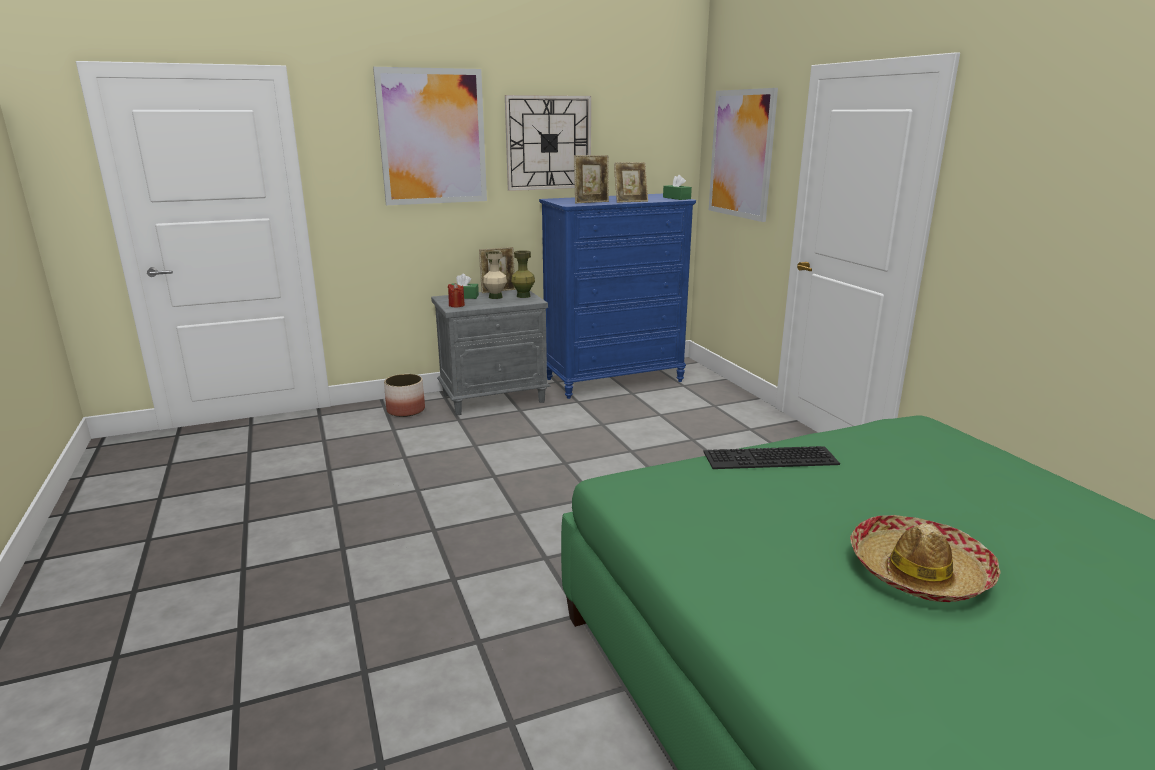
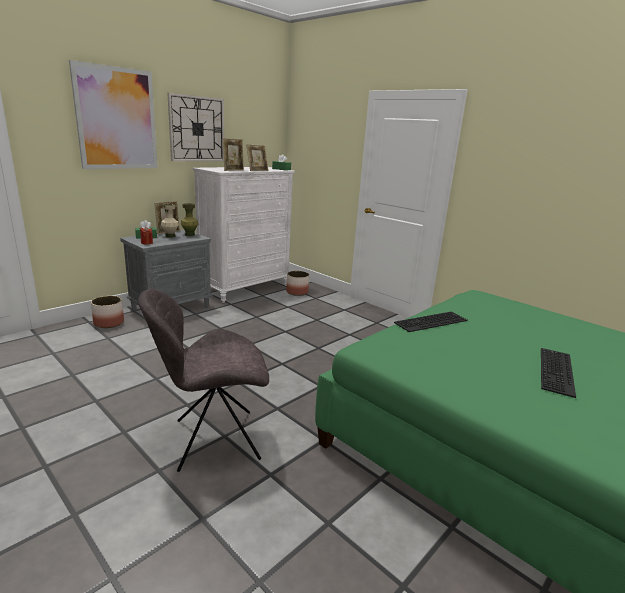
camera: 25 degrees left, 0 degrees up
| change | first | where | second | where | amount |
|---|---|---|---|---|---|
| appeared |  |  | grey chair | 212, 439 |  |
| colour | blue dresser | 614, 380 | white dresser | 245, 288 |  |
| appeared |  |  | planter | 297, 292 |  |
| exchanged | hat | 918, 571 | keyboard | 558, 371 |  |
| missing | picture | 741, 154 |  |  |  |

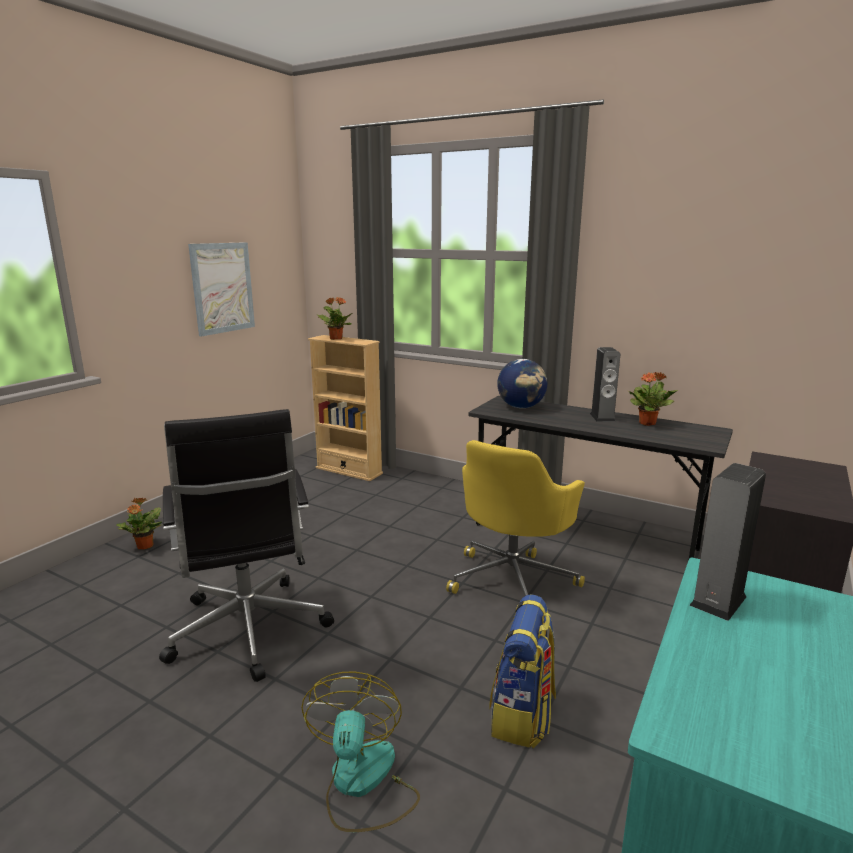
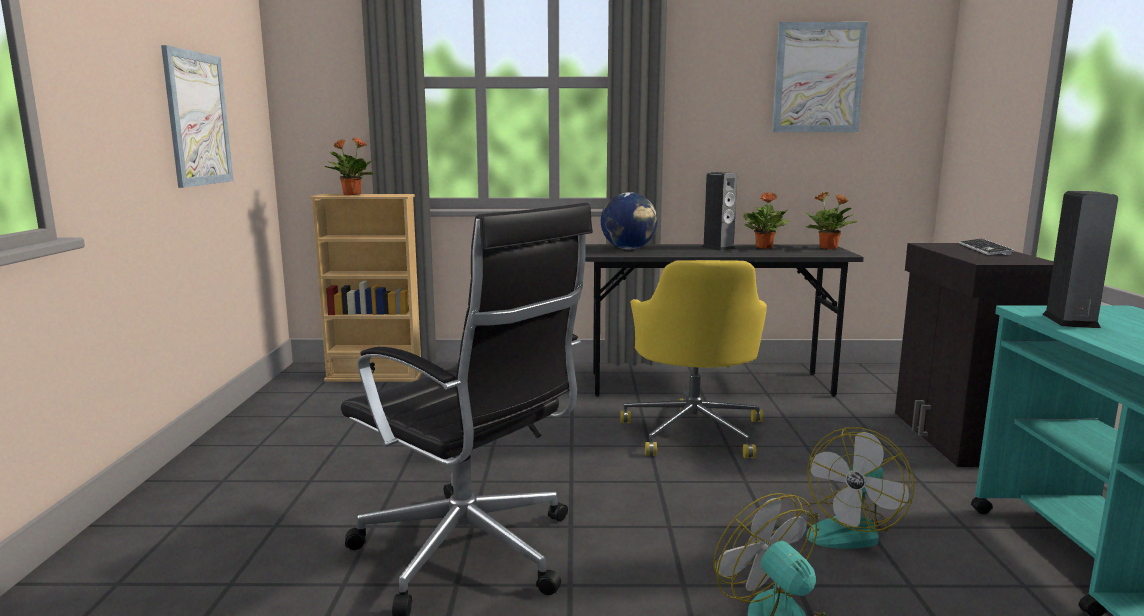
camera: 30 degrees left, 5 degrees down
| change | first | where | second | where | amount |
|---|---|---|---|---|---|
| appeared |  |  | picture | 818, 78 |  |
| exchanged | backpack | 522, 716 | fan | 849, 529 |  |
| relocated | potted plant | 144, 546 |  | 828, 248 |  |
| appeared |  |  | keyboard | 984, 249 |  |

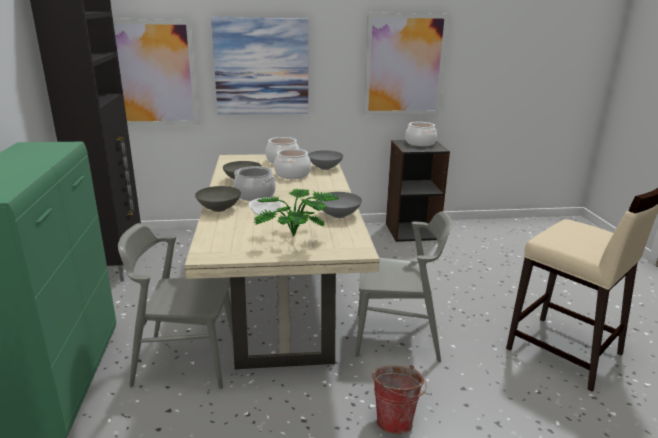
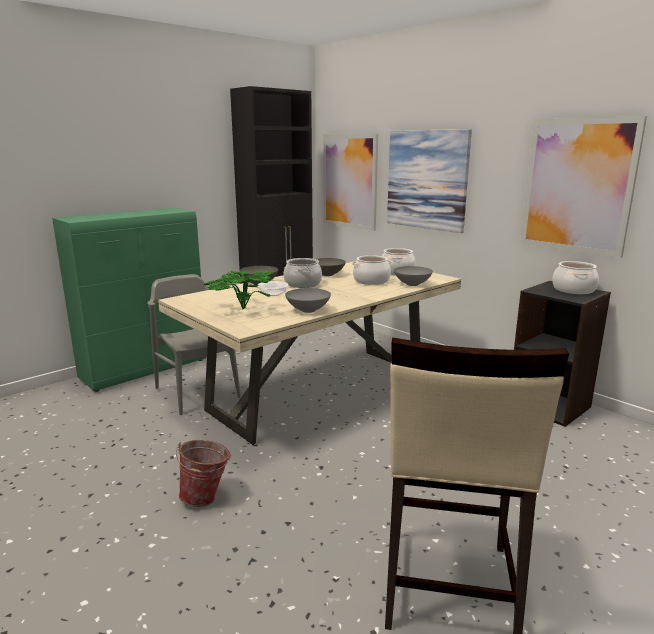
camera: 55 degrees right, 5 degrees down
| change | first | where | second | where | amount |
|---|---|---|---|---|---|
| missing | grey chair | 397, 337 |  |  |  |

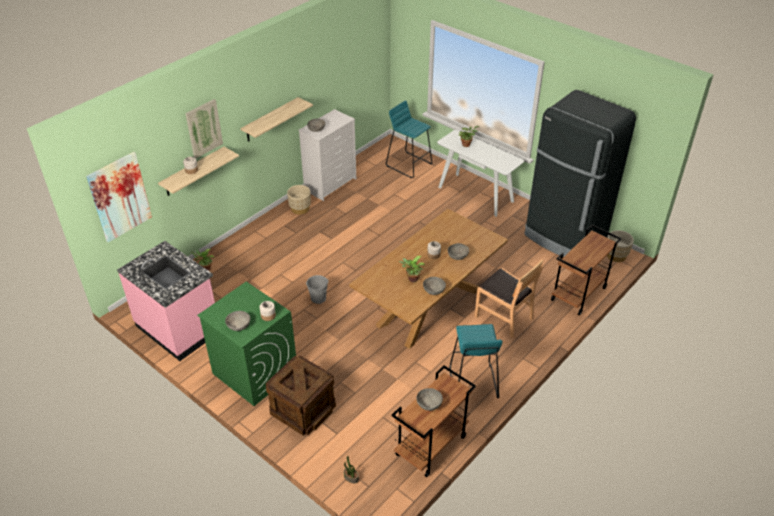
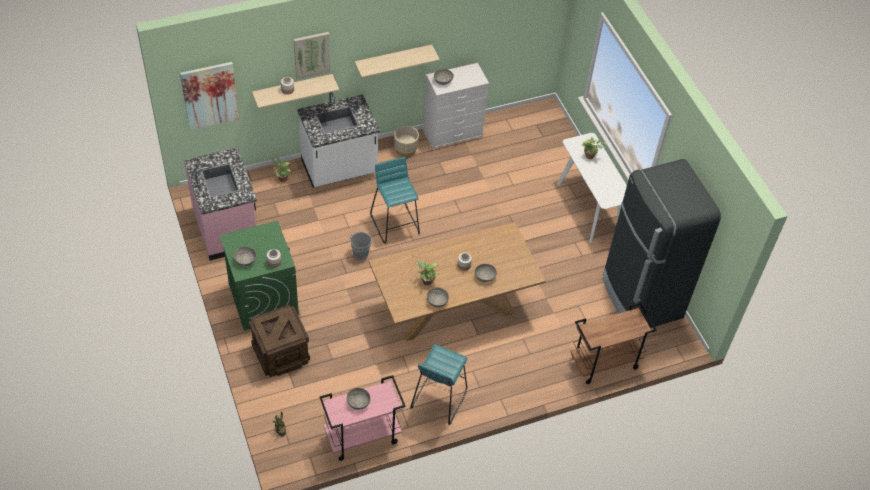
camera: 25 degrees right, 10 degrees up
| change | first | where | second | where | amount |
|---|---|---|---|---|---|
| appeared |  |  | white counter | 339, 169 |  |
| colour | brown cart | 431, 447 | pink cart | 361, 437 |  |
| relocated | turquoise stool | 409, 164 |  | 395, 223 |  |
| missing | brown chair | 504, 317 |  |  |  |
| missing | beige planter | 616, 255 |  |  |  |

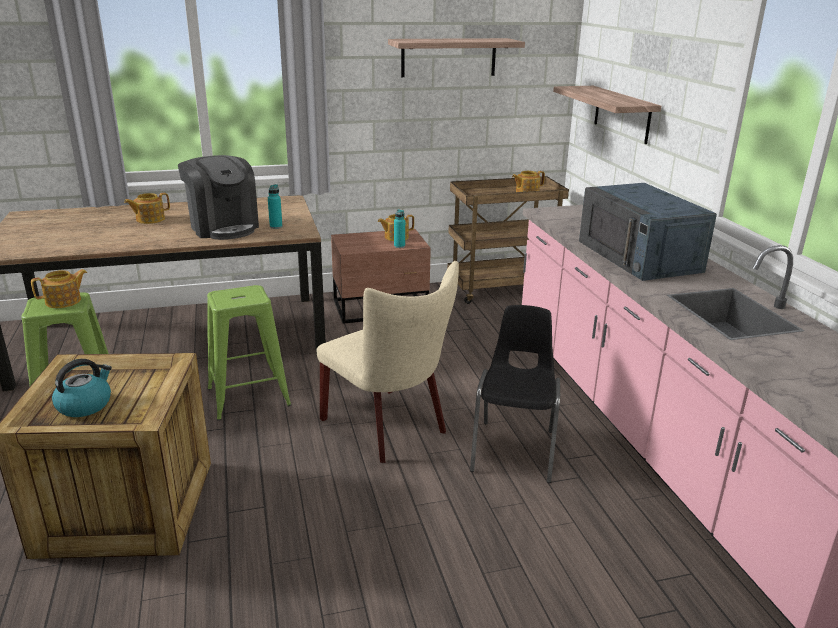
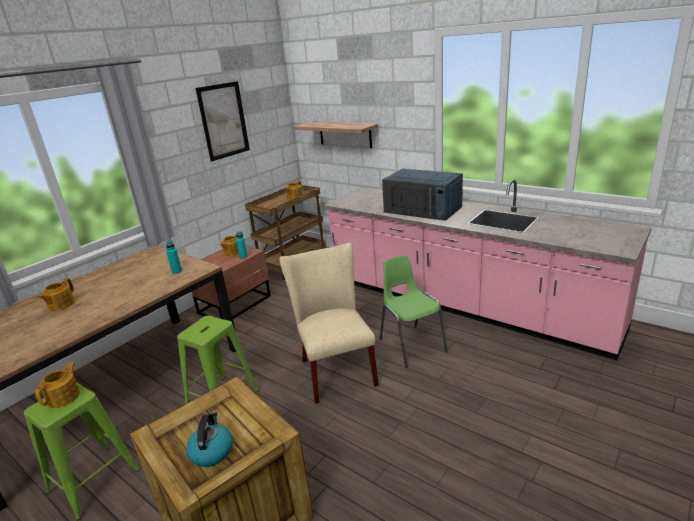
camera: 35 degrees left, 0 degrees up
| change | first | where | second | where | amount |
|---|---|---|---|---|---|
| exchanged | shelf | 448, 57 | picture | 223, 121 |  |
| spun | beige chair | 389, 428 |  | 335, 369 | 120 degrees counterclockwise |
| colour | black chair | 514, 450 | green chair | 411, 345 |  |
| missing | coffee machine | 223, 227 |  |  |  |

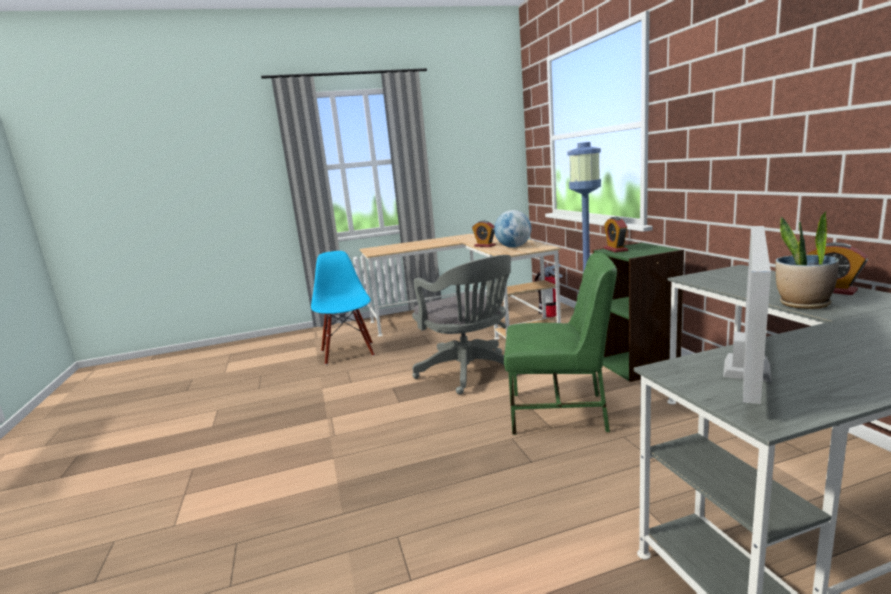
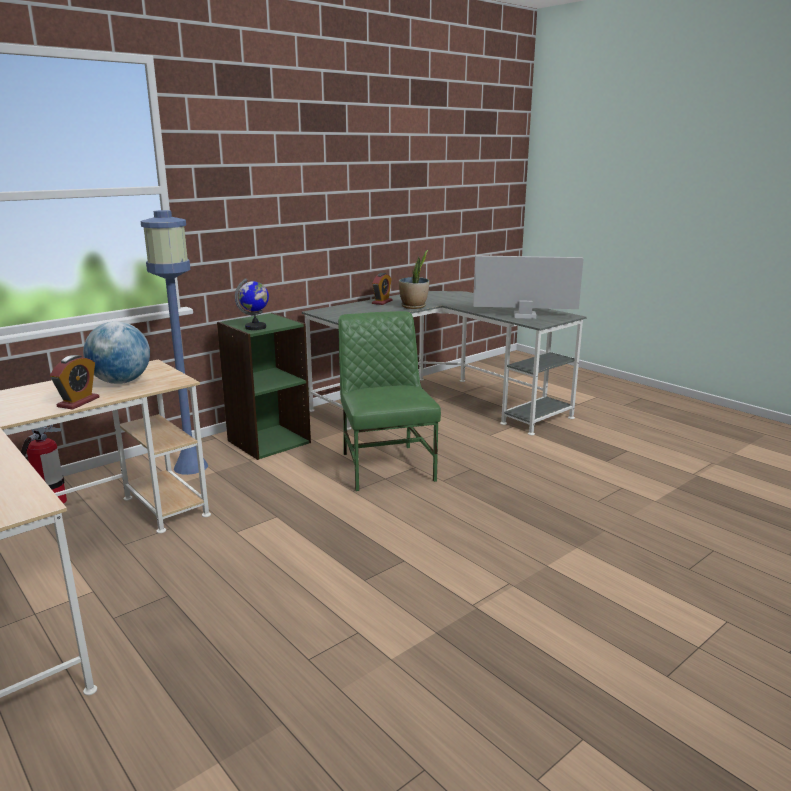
camera: 115 degrees left, 5 degrees up
| change | first | where | second | where | amount |
|---|---|---|---|---|---|
| exchanged | alarm clock | 615, 249 | globe | 256, 327 |  |
| missing | blue chair | 348, 353 |  |  |  |
| missing | grey office chair | 470, 372 |  |  |  |

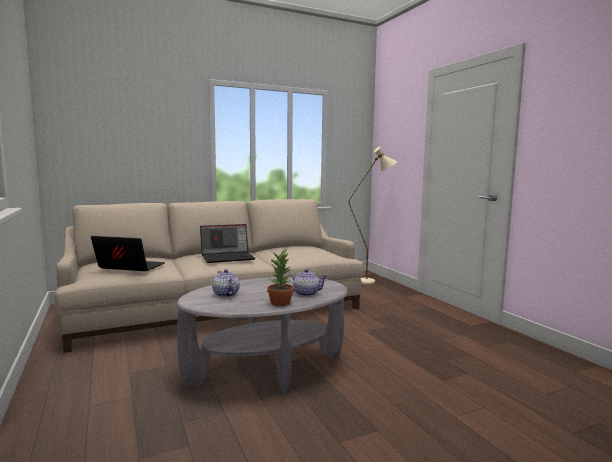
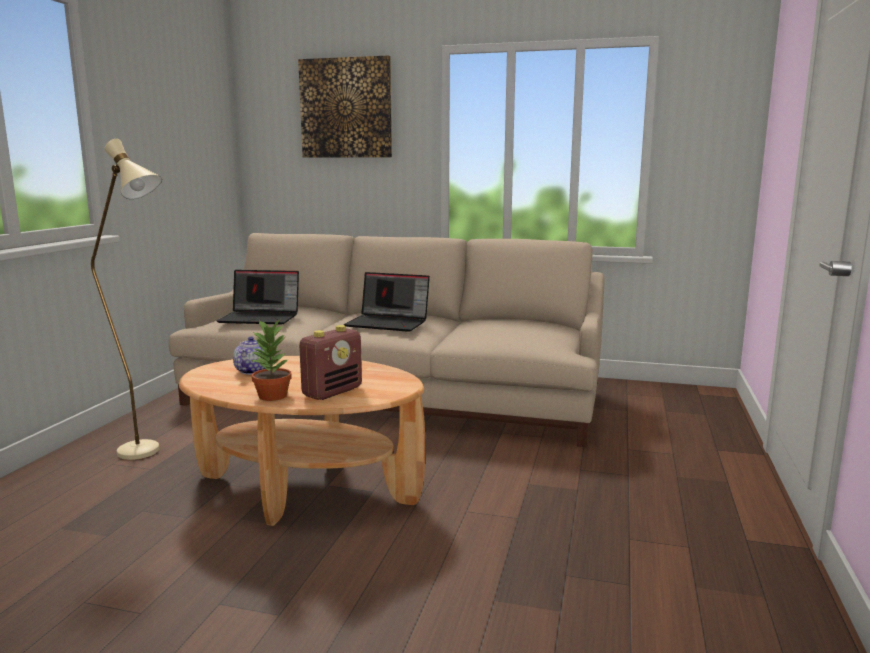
camera: 40 degrees right, 5 degrees up
| change | first | where | second | where | amount |
|---|---|---|---|---|---|
| relocated | beige floor lamp | 372, 281 |  | 149, 454 |  |
| colour | grey coffee table | 267, 370 | brown coffee table | 305, 489 |  |
| spun | laptop | 129, 267 |  | 261, 318 | 135 degrees clockwise |
| appeared |  |  | picture | 346, 108 |  |
| exchanged | teapot | 305, 293 | radio | 332, 392 |  |

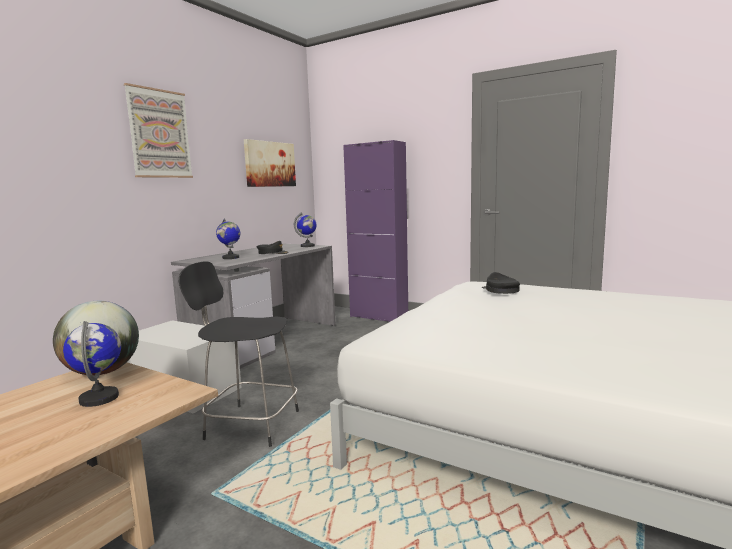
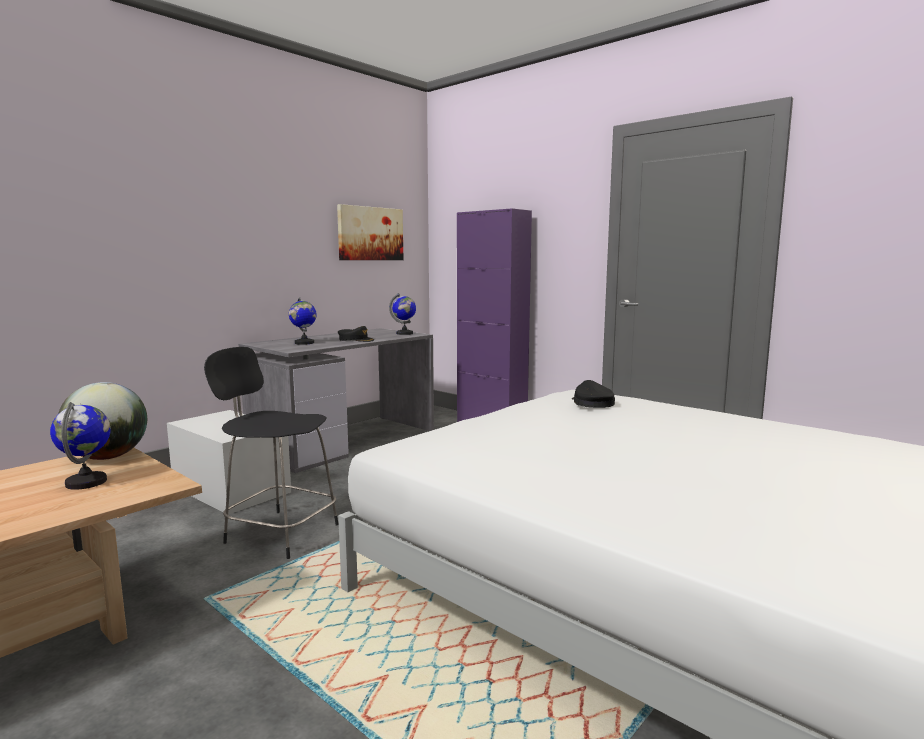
camera: 10 degrees right, 0 degrees up
| change | first | where | second | where | amount |
|---|---|---|---|---|---|
| missing | picture | 159, 134 |  |  |  |

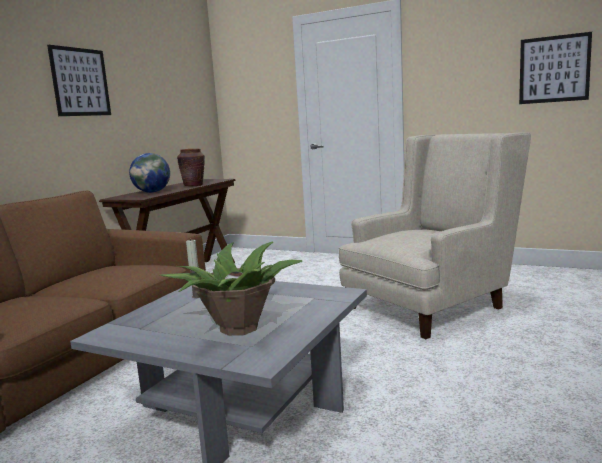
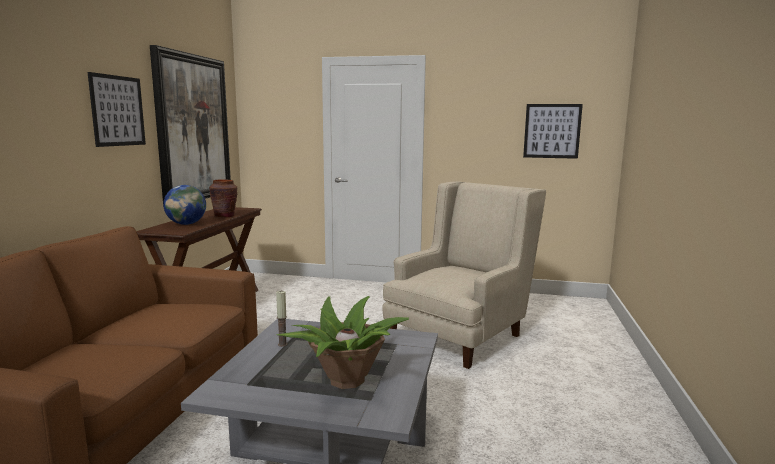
camera: 15 degrees left, 0 degrees up
| change | first | where | second | where | amount |
|---|---|---|---|---|---|
| appeared |  |  | picture | 193, 128 |  |

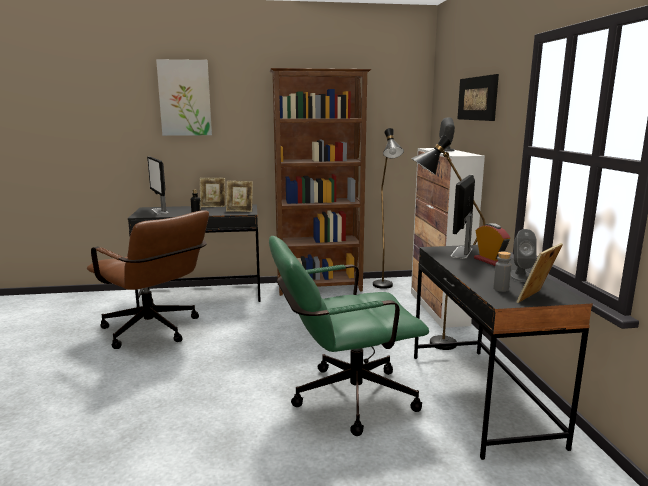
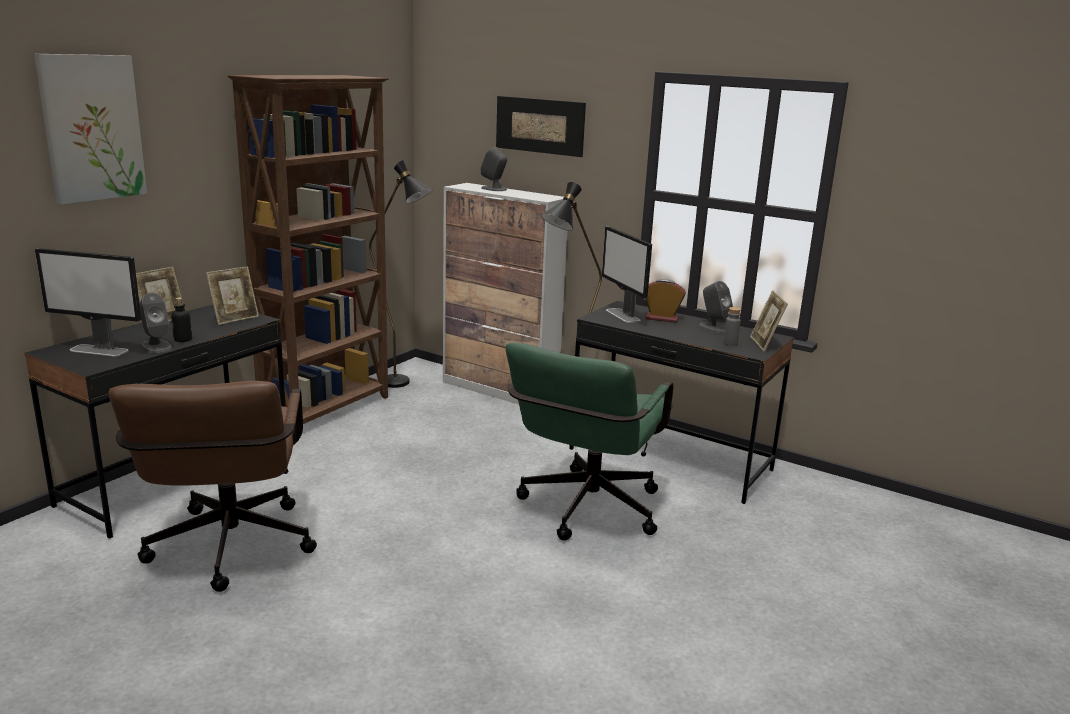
camera: 50 degrees left, 5 degrees up
| change | first | where | second | where | amount |
|---|---|---|---|---|---|
| spun | brown office chair | 155, 332 |  | 229, 553 | 90 degrees clockwise |
| appeared |  |  | grey speaker | 156, 346 |  |

